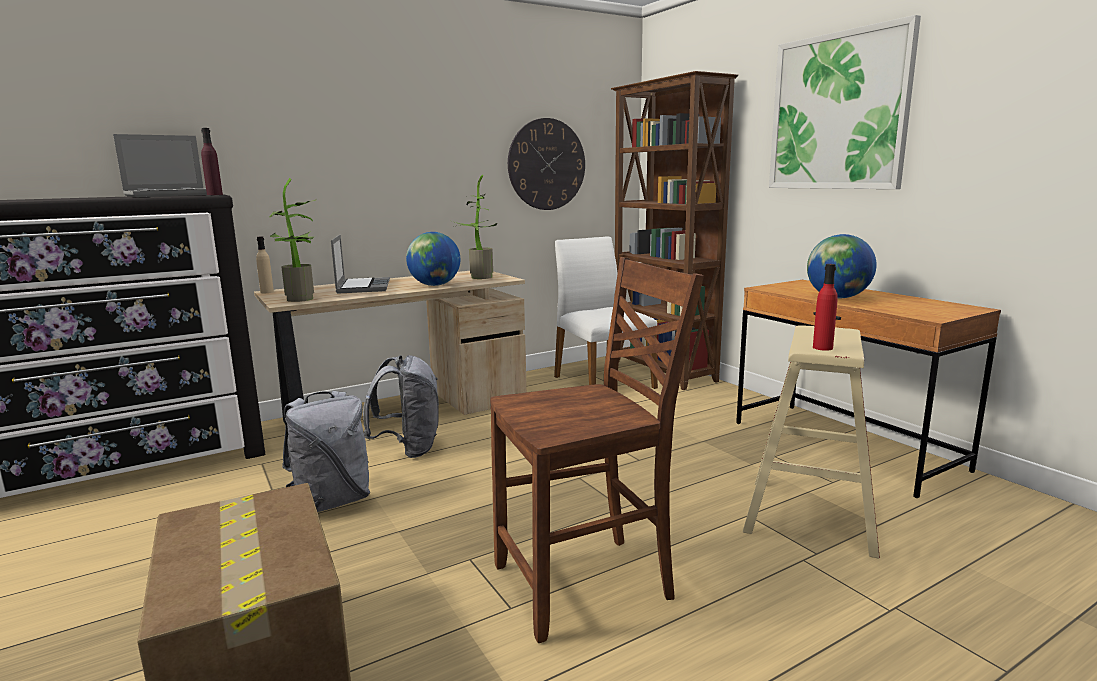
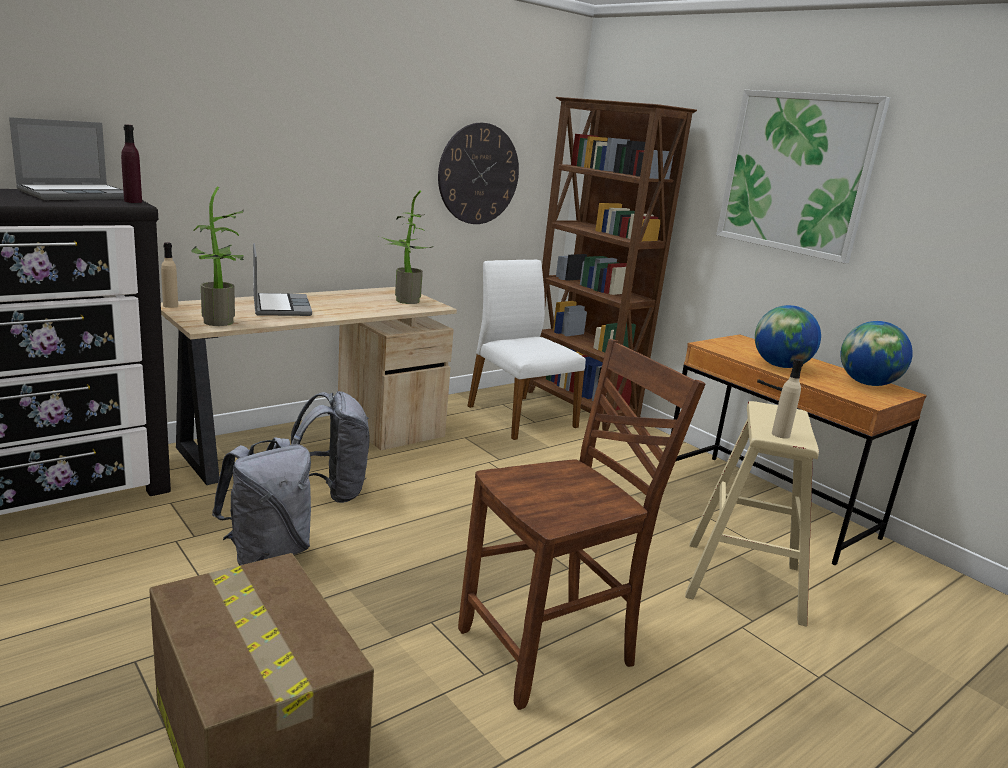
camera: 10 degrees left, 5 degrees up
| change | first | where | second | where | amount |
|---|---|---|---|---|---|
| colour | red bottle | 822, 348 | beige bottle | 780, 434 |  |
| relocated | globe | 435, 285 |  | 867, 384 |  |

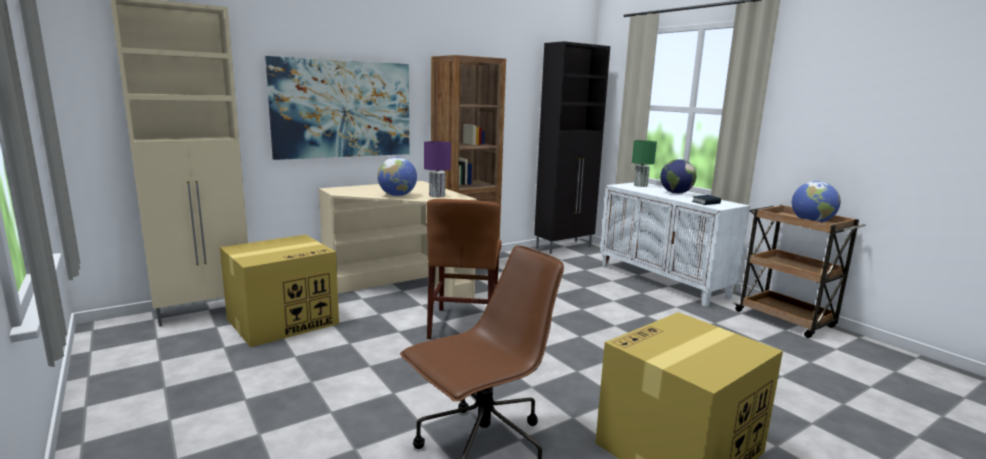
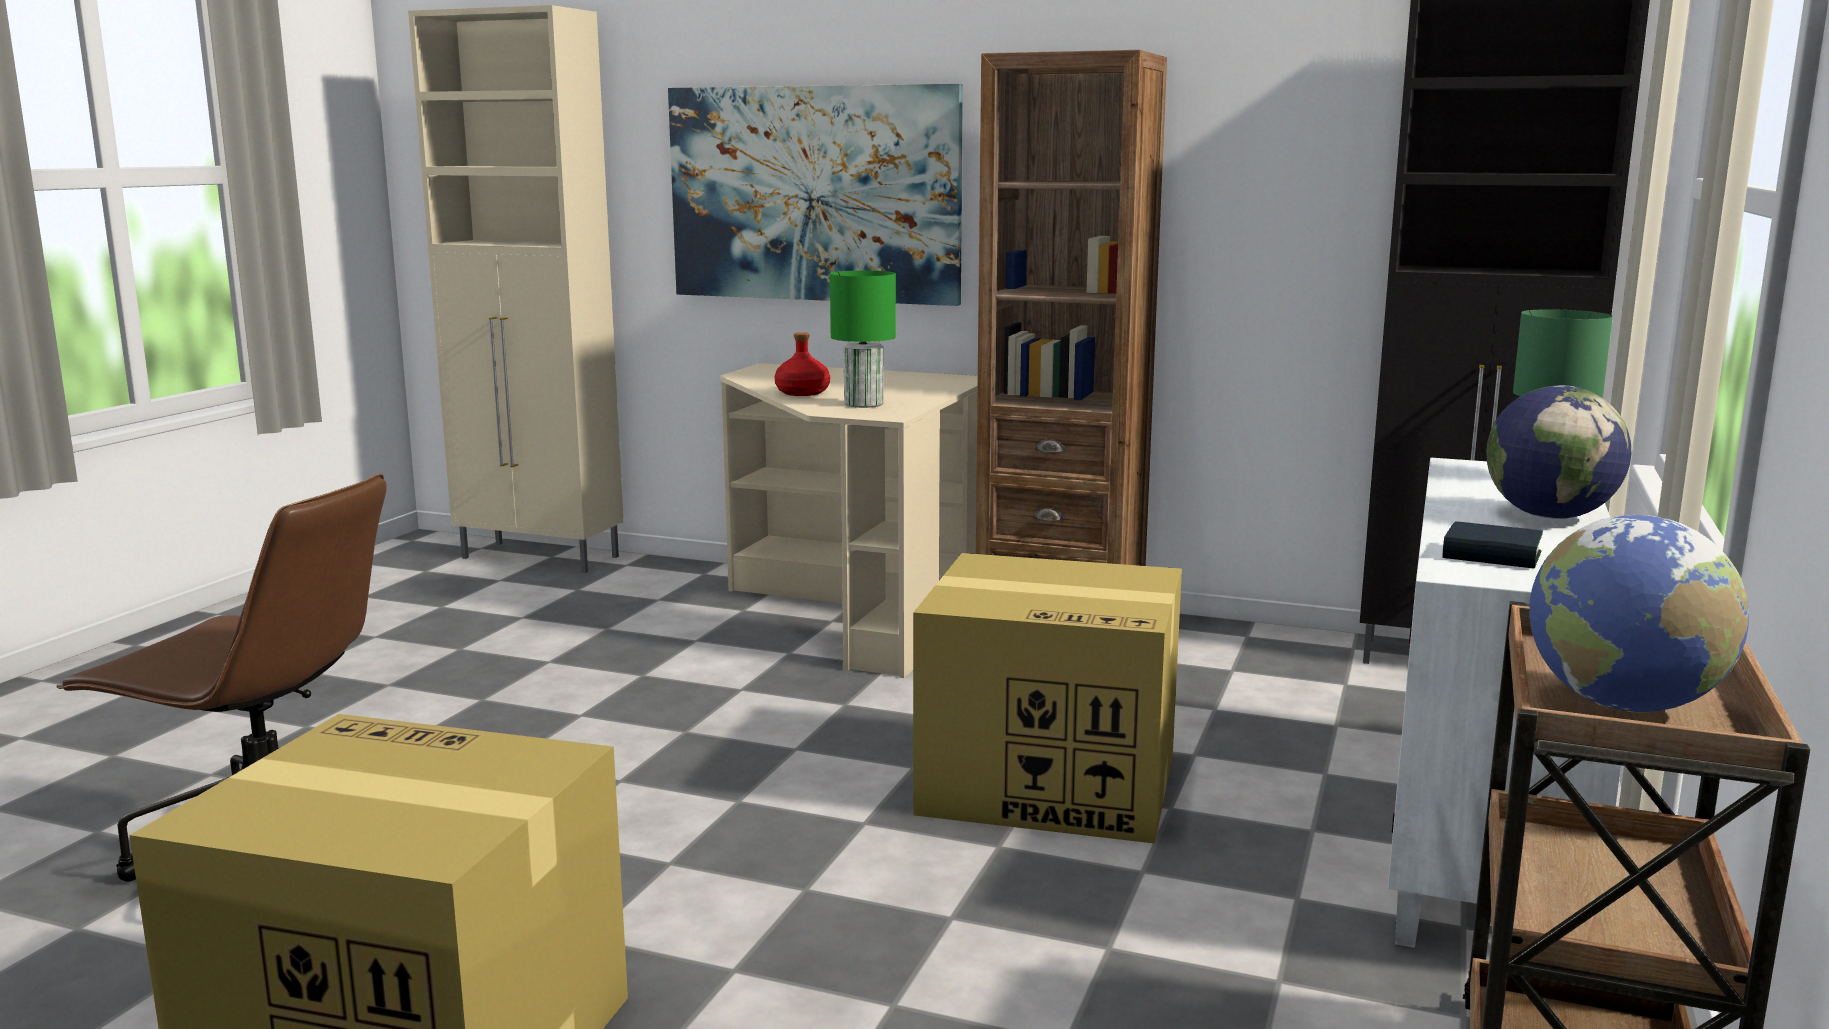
camera: 55 degrees right, 0 degrees up
| change | first | where | second | where | amount |
|---|---|---|---|---|---|
| exchanged | globe | 397, 195 | red bottle | 802, 392 |  |
| colour | purple table lamp | 436, 196 | green table lamp | 862, 404 |  |
| relocated | cardboard box | 284, 321 |  | 1053, 783 |  |
| missing | brown chair | 463, 324 |  |  |  |

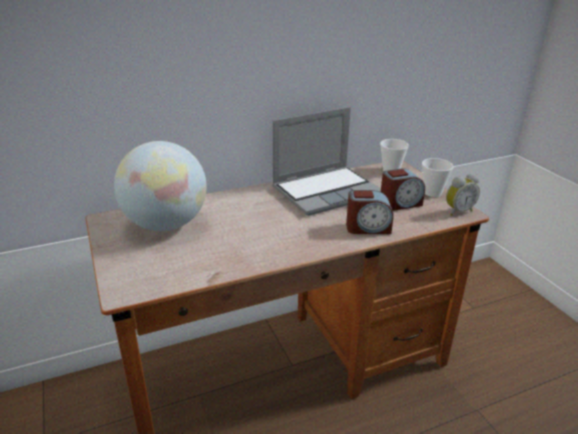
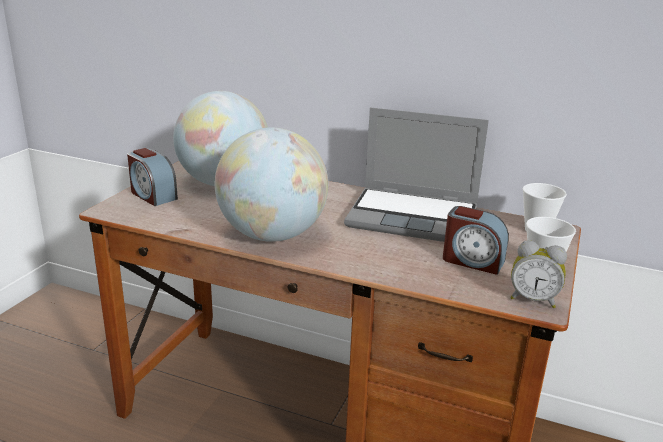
camera: 45 degrees right, 5 degrees down
| change | first | where | second | where | amount |
|---|---|---|---|---|---|
| relocated | alarm clock | 368, 228 |  | 152, 195 |  |
| appeared |  |  | globe | 272, 235 |  |

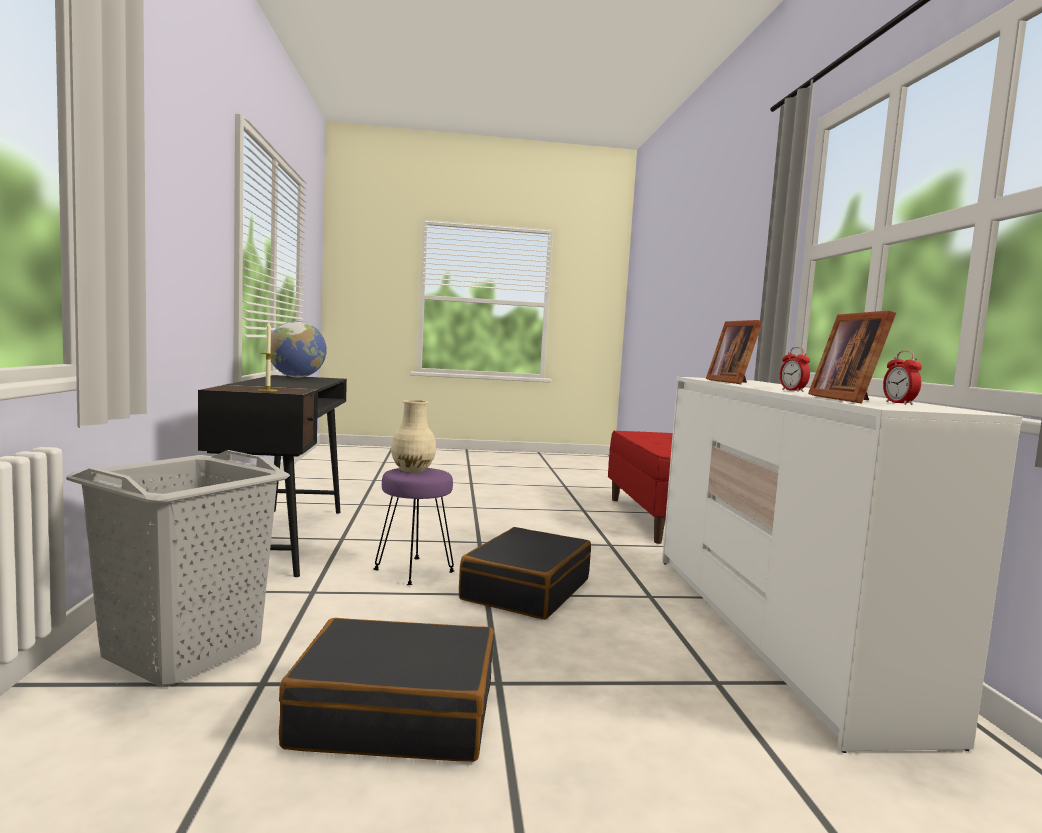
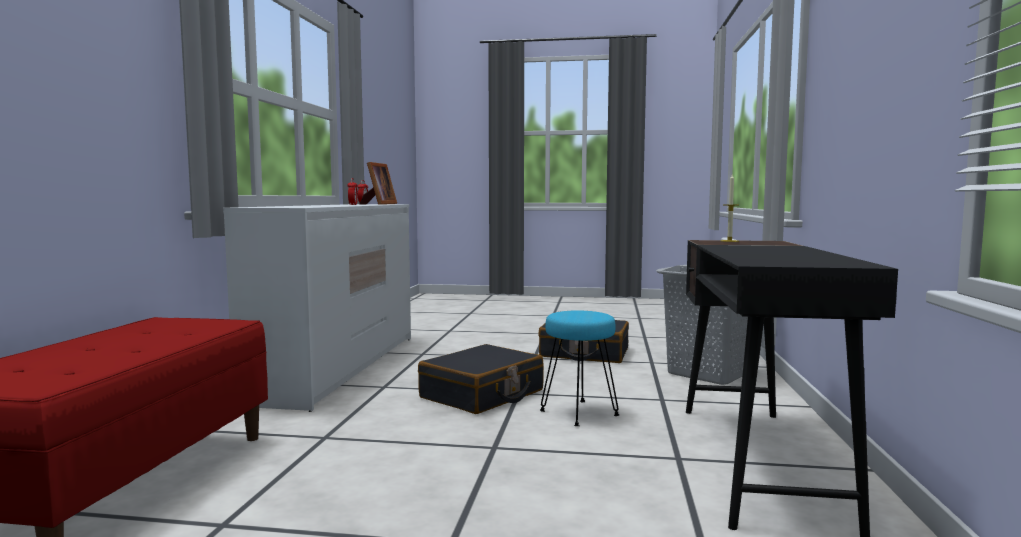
camera: 165 degrees left, 0 degrees up
| change | first | where | second | where | amount |
|---|---|---|---|---|---|
| colour | purple stool | 414, 571 | turquoise stool | 578, 413 |  |
| missing | globe | 296, 377 |  |  |  |
| missing | beige vase | 413, 470 |  |  |  |
| missing | picture frame | 733, 382 |  |  |  |

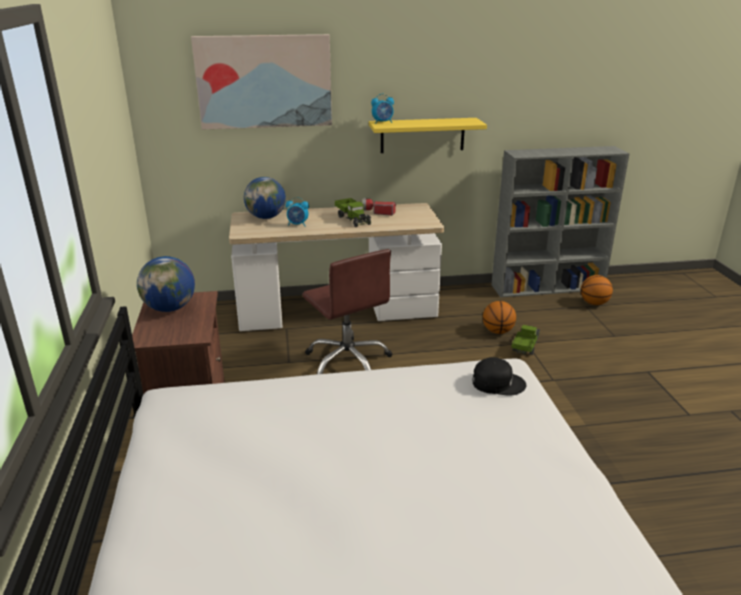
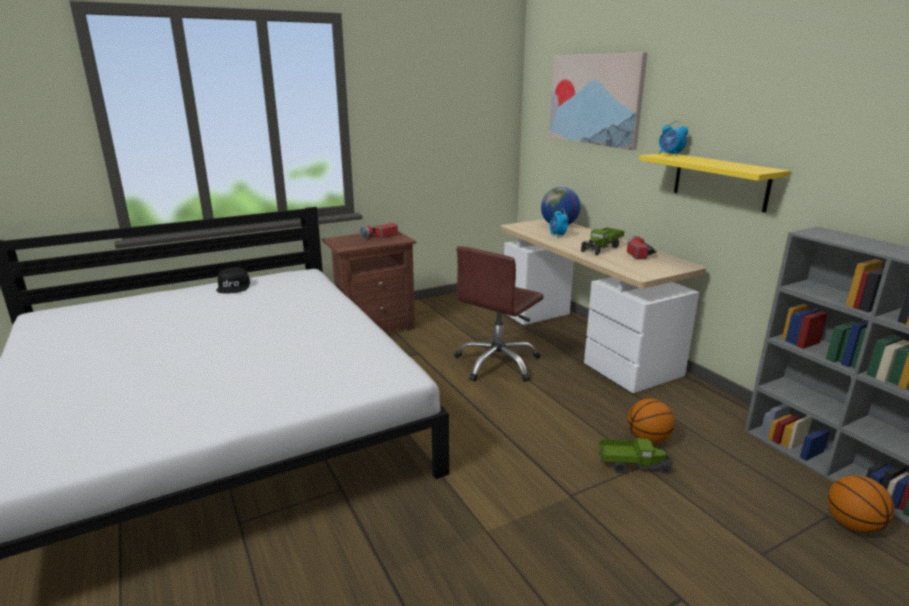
camera: 70 degrees right, 5 degrees down
| change | first | where | second | where | amount |
|---|---|---|---|---|---|
| relocated | black cap | 498, 382 |  | 234, 286 |  |
| exchanged | globe | 170, 308 | flashlight | 379, 236 |  |

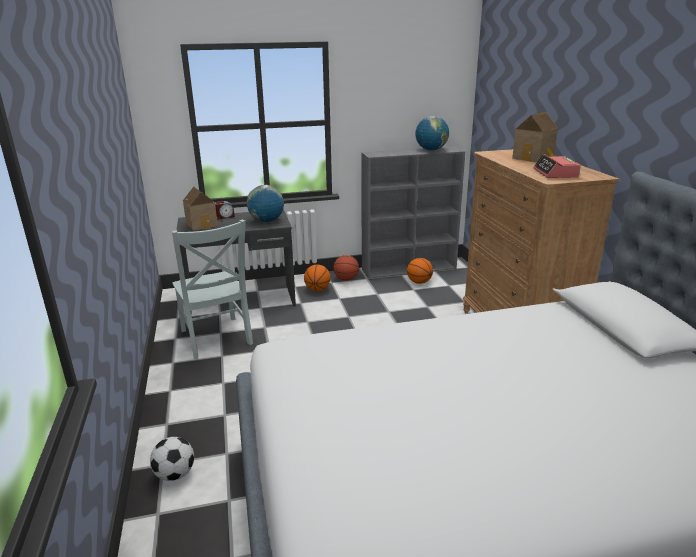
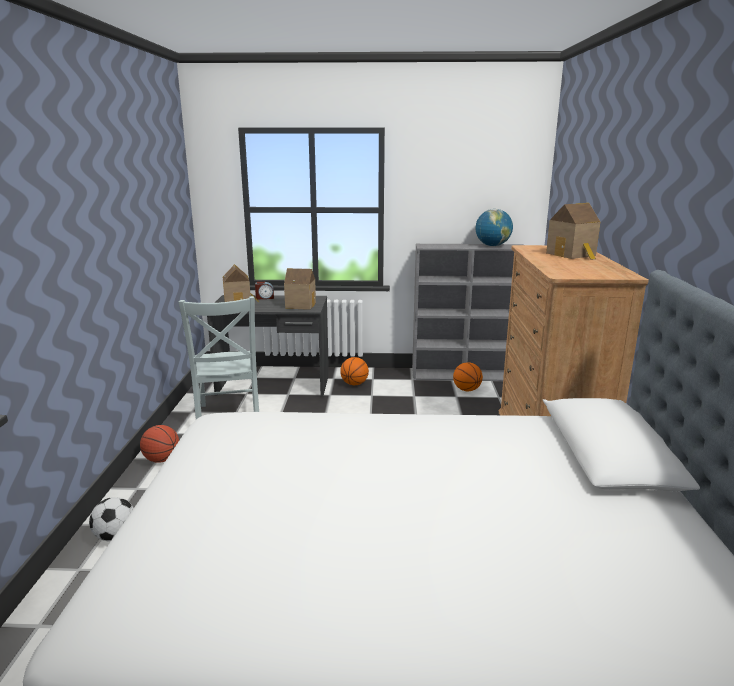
camera: 15 degrees right, 5 degrees down
| change | first | where | second | where | amount |
|---|---|---|---|---|---|
| relocated | basketball | 346, 279 |  | 162, 459 |  |
| exchanged | globe | 266, 221 | toy house | 300, 305 |  |
| missing | alarm clock | 555, 173 |  |  |  |

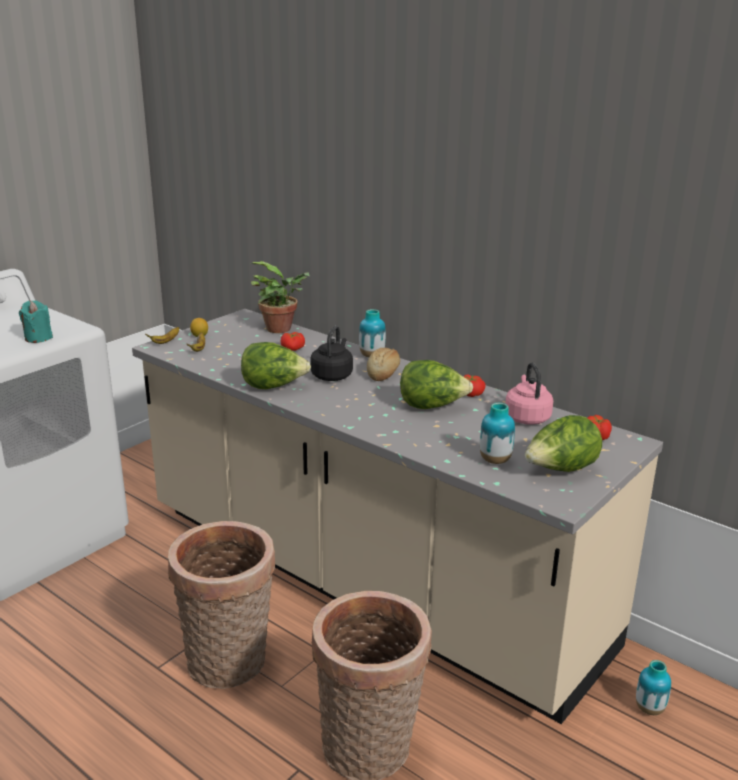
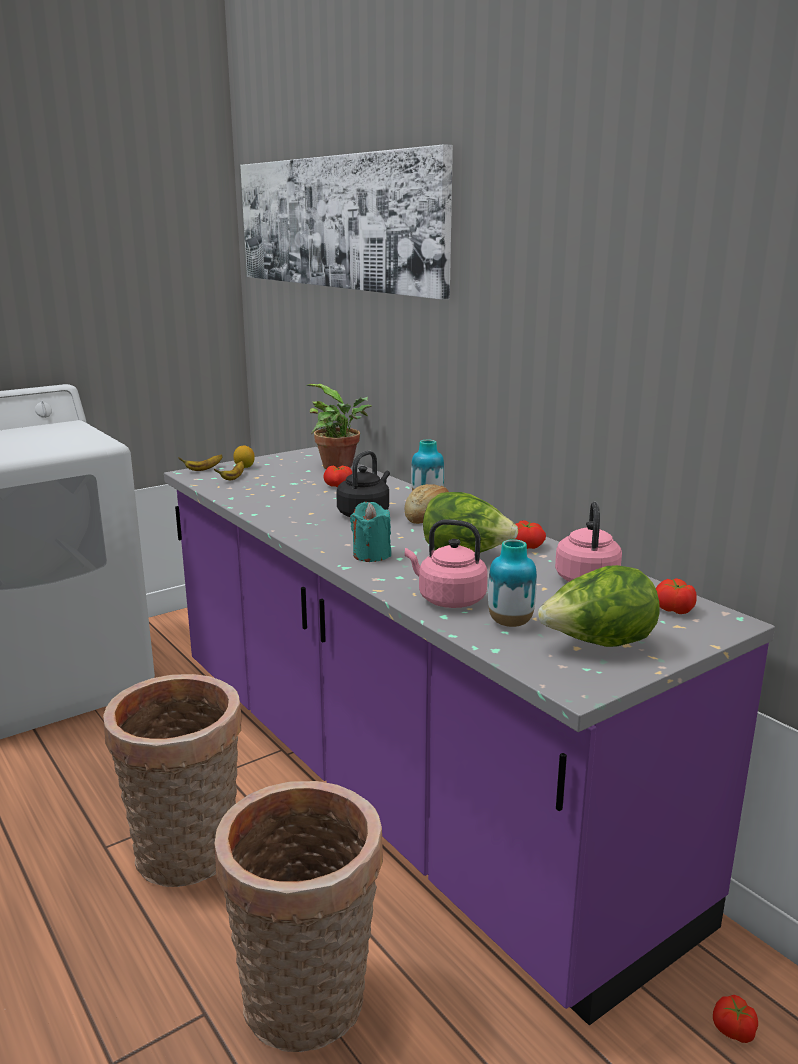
camera: 15 degrees right, 5 degrees down
| change | first | where | second | where | amount |
|---|---|---|---|---|---|
| colour | beige counter | 366, 579 | purple counter | 399, 780 |  |
| appeared |  |  | picture | 335, 222 |  |
| relocated | turquoise candle | 38, 338 |  | 371, 555 |  |
| appeared |  |  | pink kettle | 448, 599 |  |
| exchanged | vase | 649, 709 | tomato | 733, 1030 |  |
| missing | lettuce | 273, 386 |  |  |  |

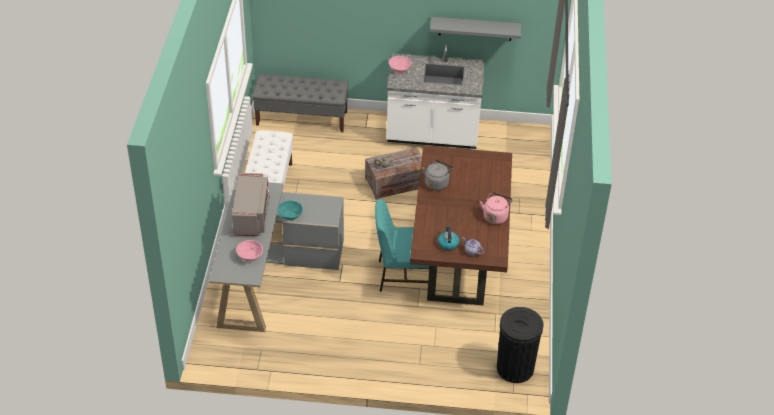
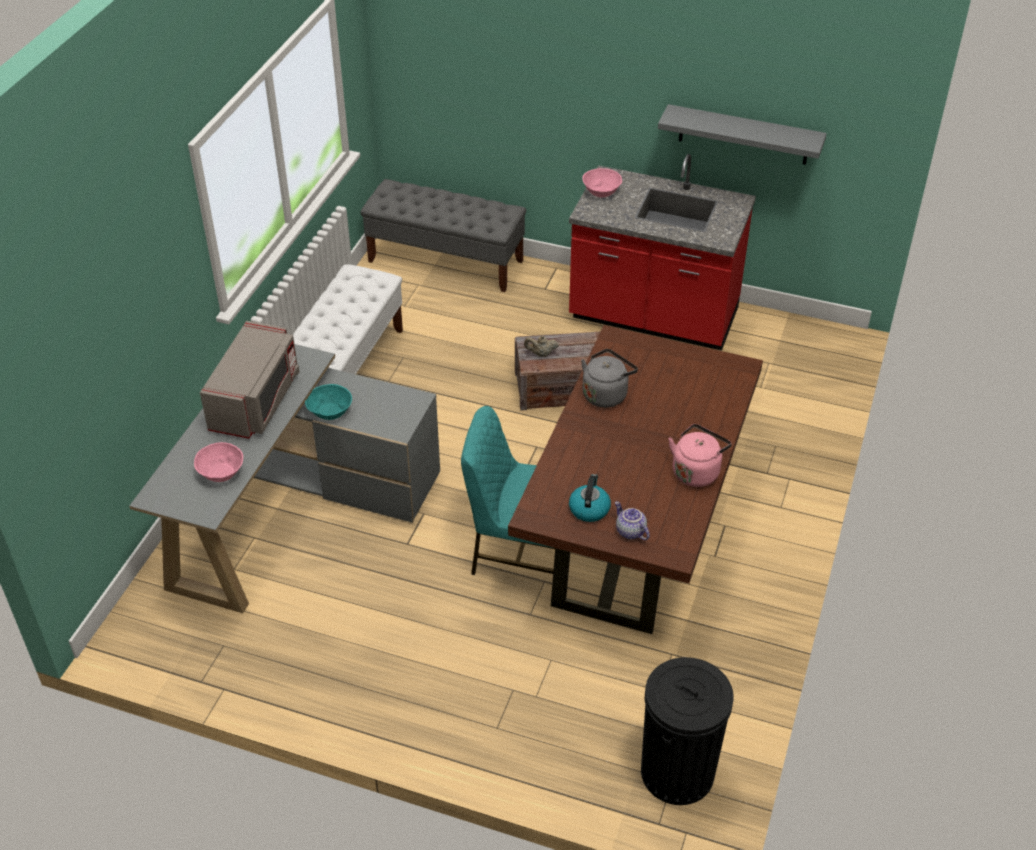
camera: 15 degrees right, 0 degrees up
| change | first | where | second | where | amount |
|---|---|---|---|---|---|
| colour | white counter | 432, 135 | red counter | 653, 317 |  |

